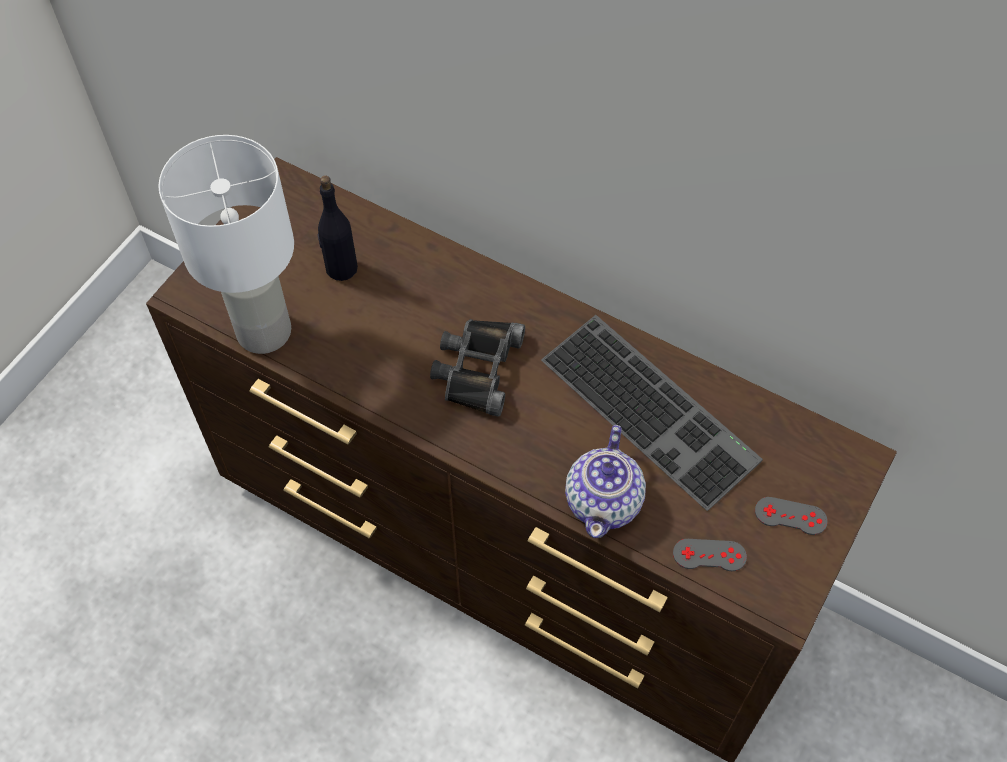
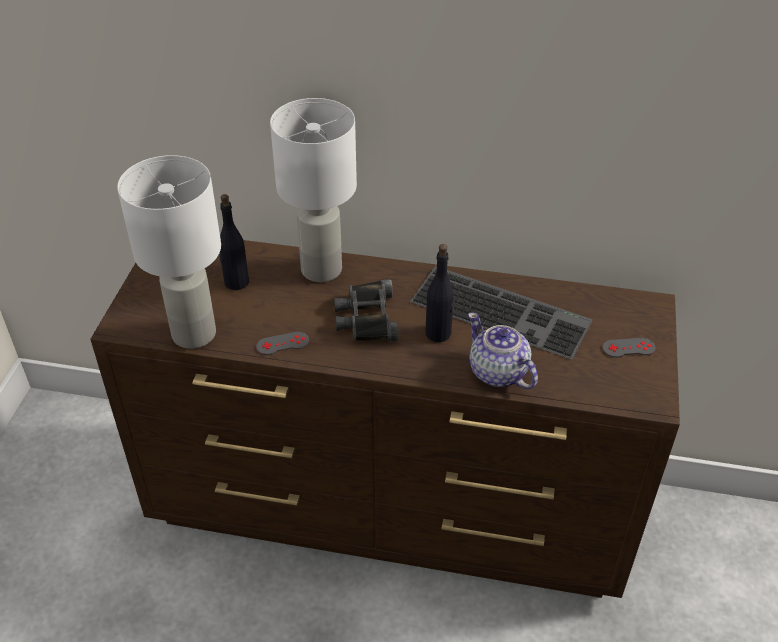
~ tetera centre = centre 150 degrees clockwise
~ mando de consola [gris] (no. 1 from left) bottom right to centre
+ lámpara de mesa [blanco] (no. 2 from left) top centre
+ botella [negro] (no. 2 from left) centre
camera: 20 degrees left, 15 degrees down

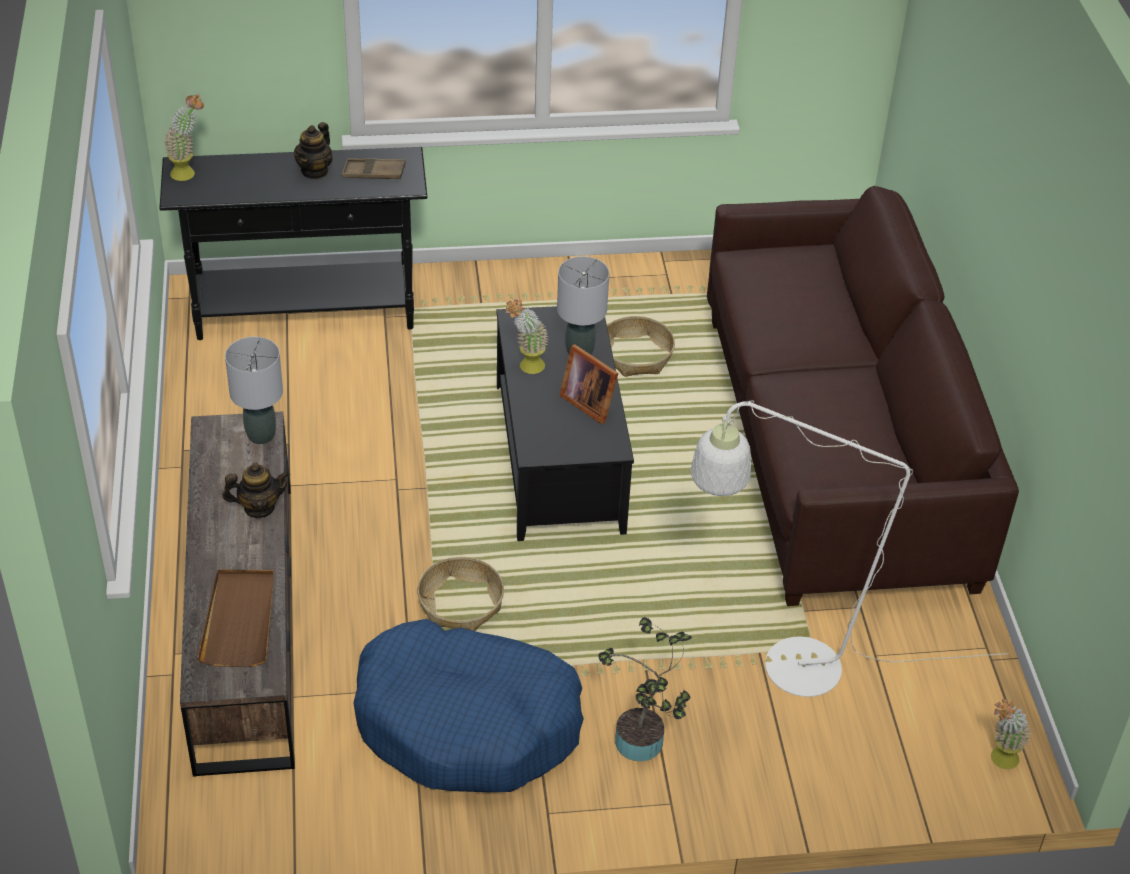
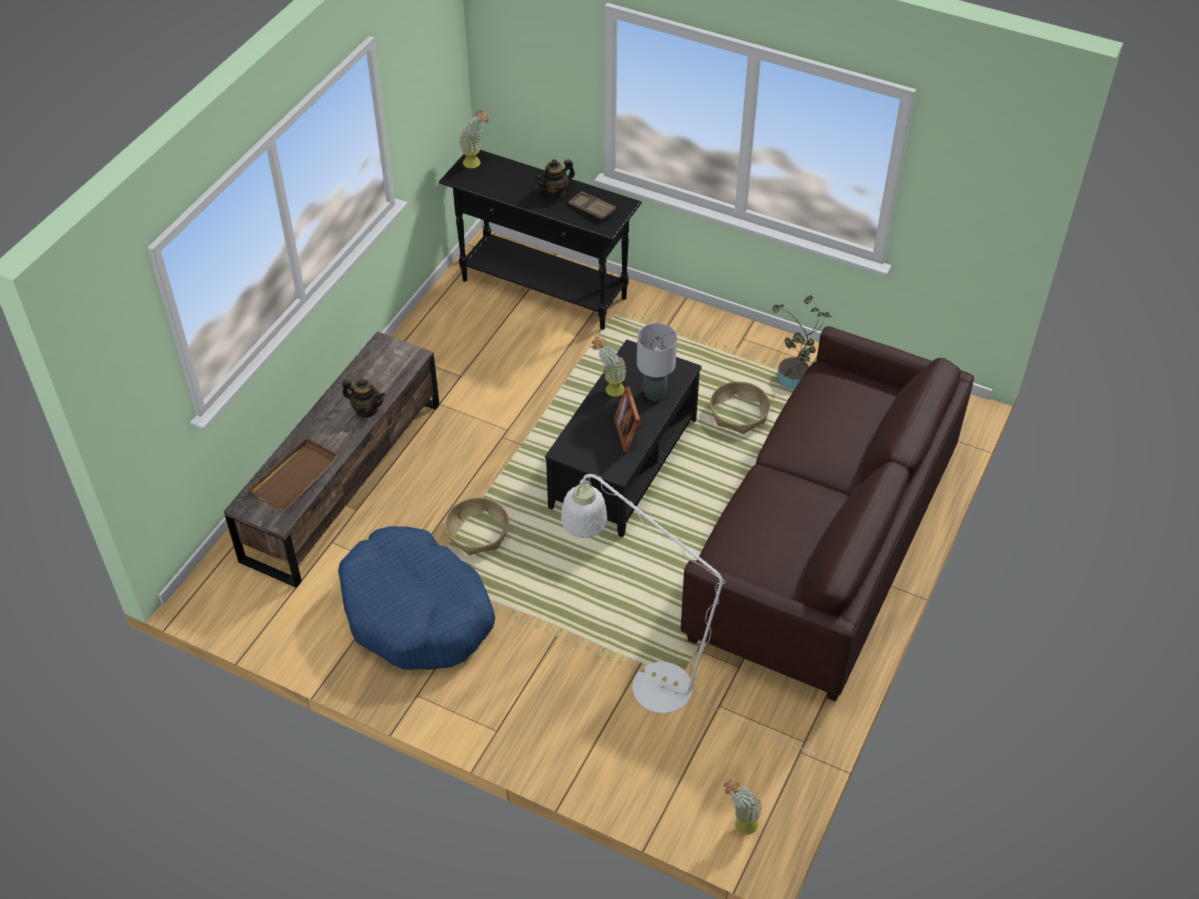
- lámpara de mesa [gris] (no. 1 from left) middle left
~ planta en maceta (no. 3 from left in the first image) bottom centre to planta en maceta (no. 4 from left) middle right
camera: 35 degrees right, 5 degrees up

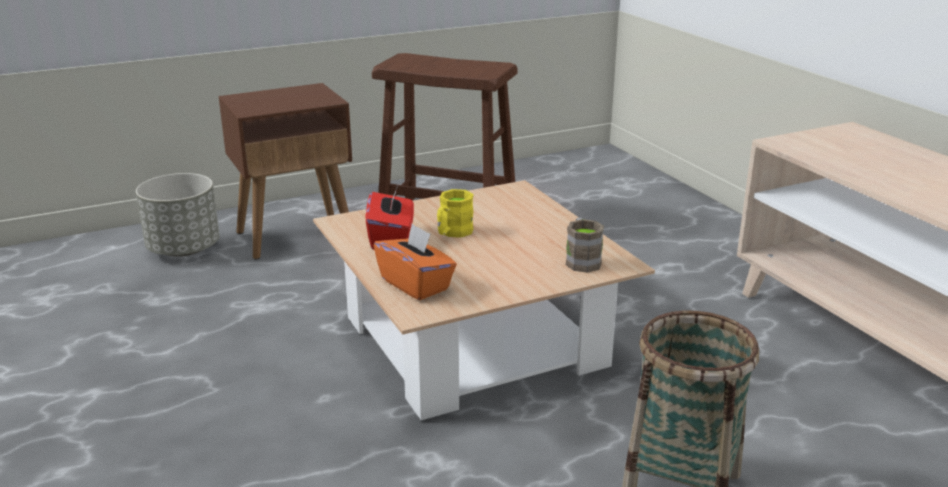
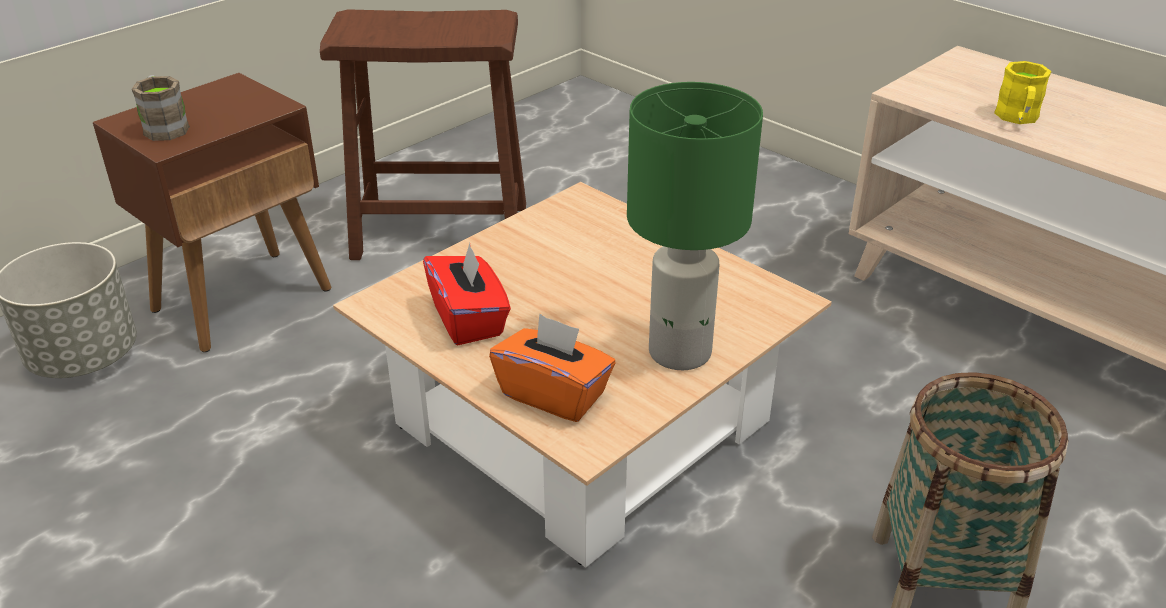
~ taza grande [amarillo] centre to top right
~ taza grande [marrón] centre to top left
+ lámpara de mesa [verde] centre
camera: 20 degrees left, 10 degrees up

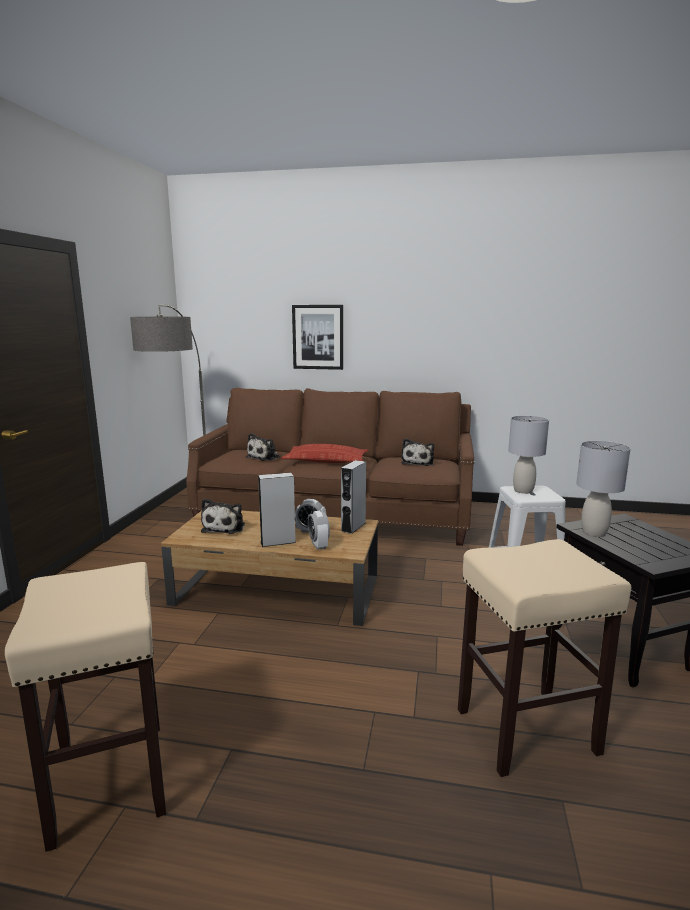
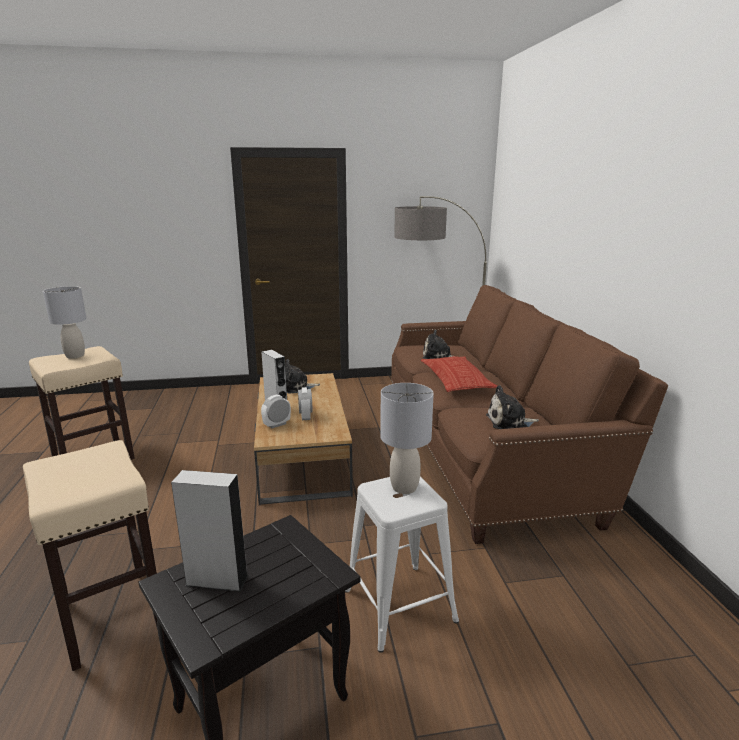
- cuadro centre
~ lámpara de mesa [gris] (no. 2 from left in the first image) middle right to lámpara de mesa [gris] (no. 1 from left) middle left
~ altavoz [gris] (no. 2 from left in the first image) centre to altavoz [gris] (no. 1 from left) bottom left
camera: 70 degrees right, 5 degrees up

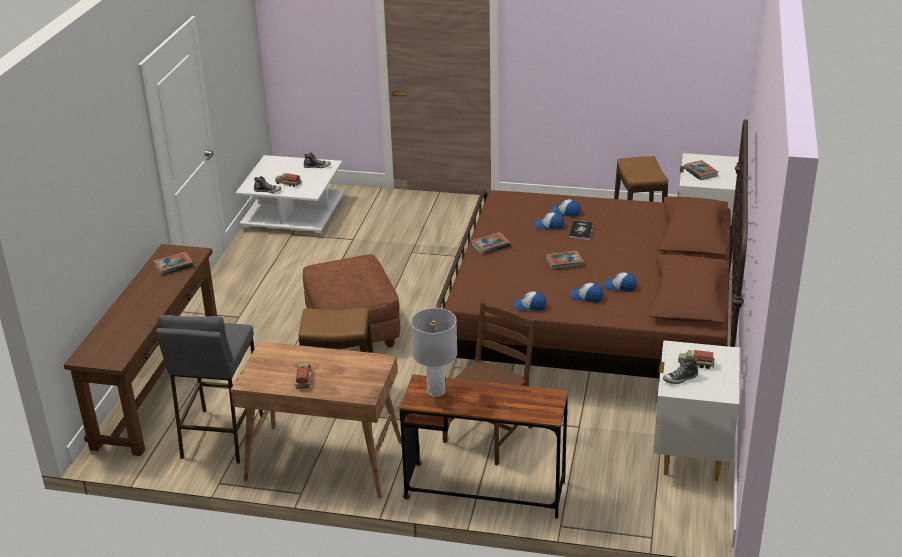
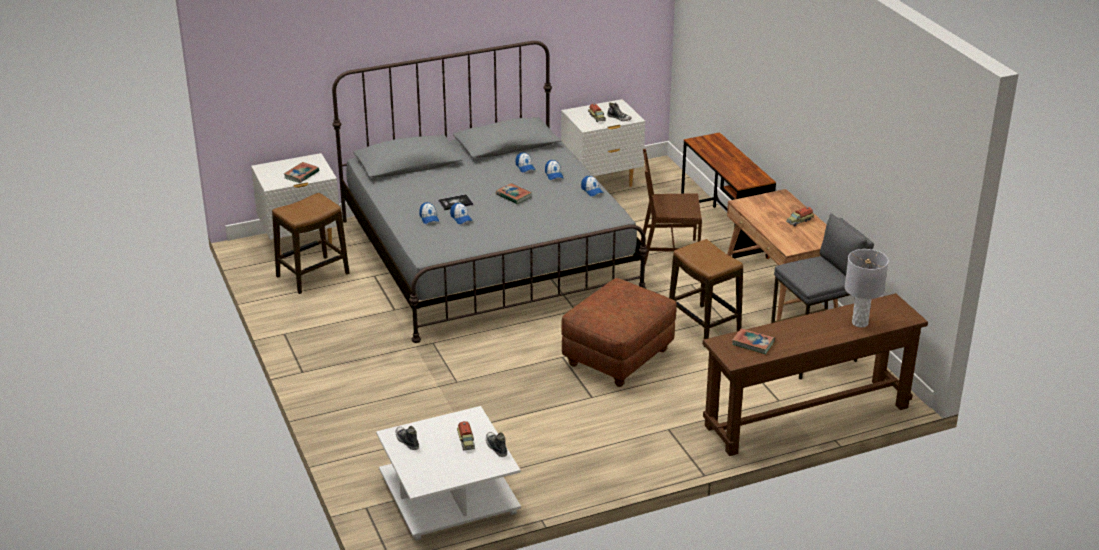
~ cama [marrón] centre to cama [gris] centre
- libro (no. 2 from left) centre
~ lámpara de mesa [gris] centre to middle right
camera: 125 degrees left, 0 degrees up

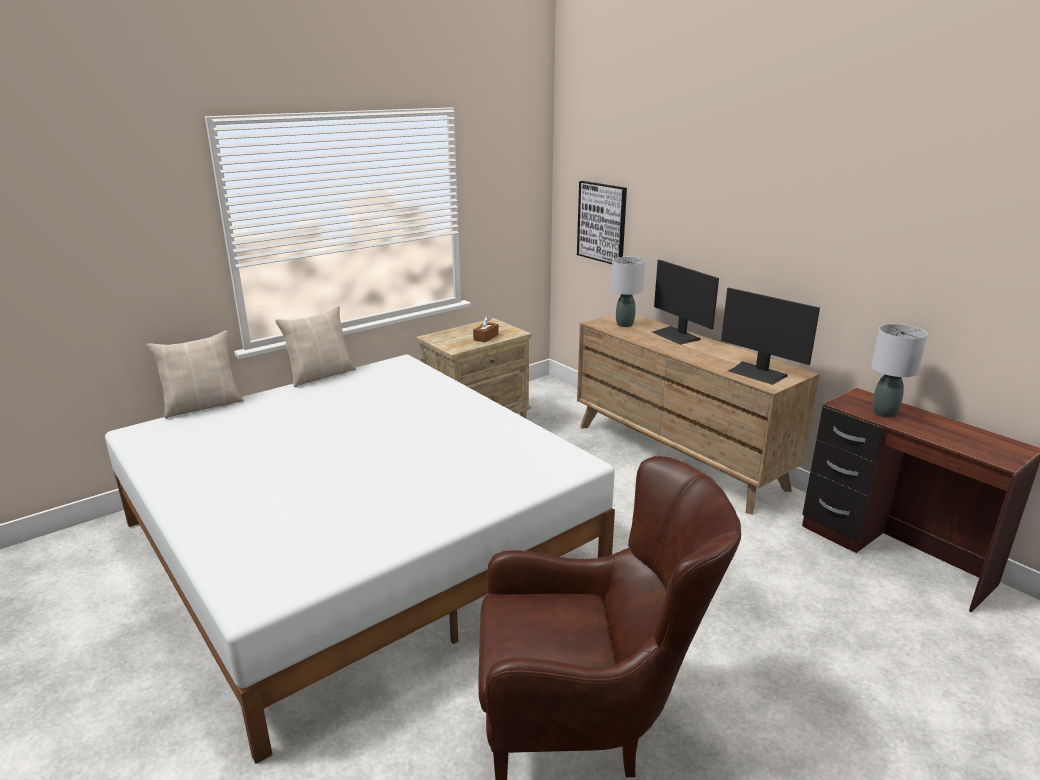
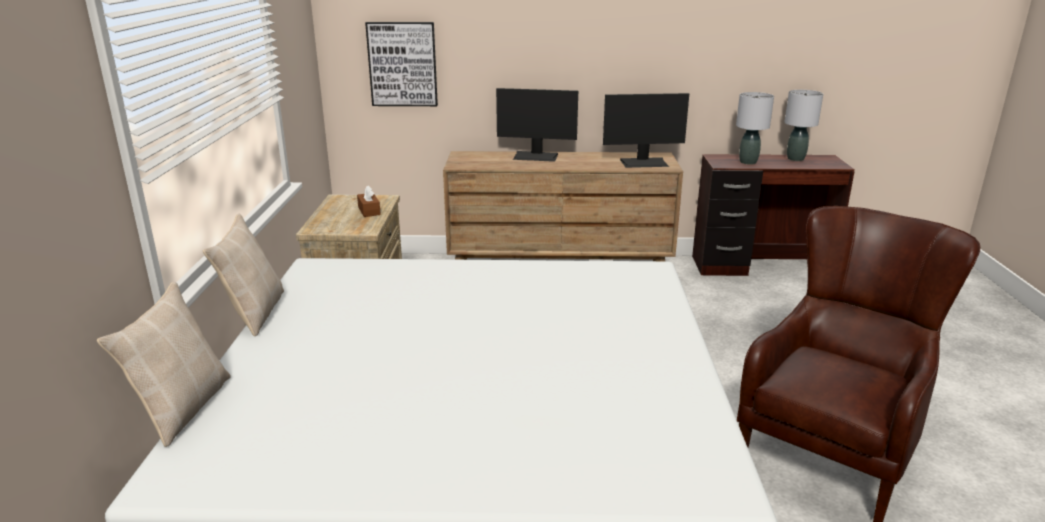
~ lámpara de mesa [gris] (no. 1 from left in the first image) centre to lámpara de mesa [gris] (no. 2 from left) top right
camera: 50 degrees left, 0 degrees up

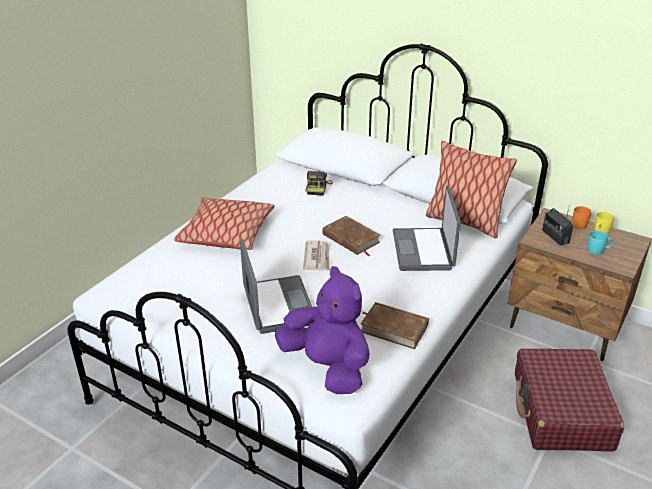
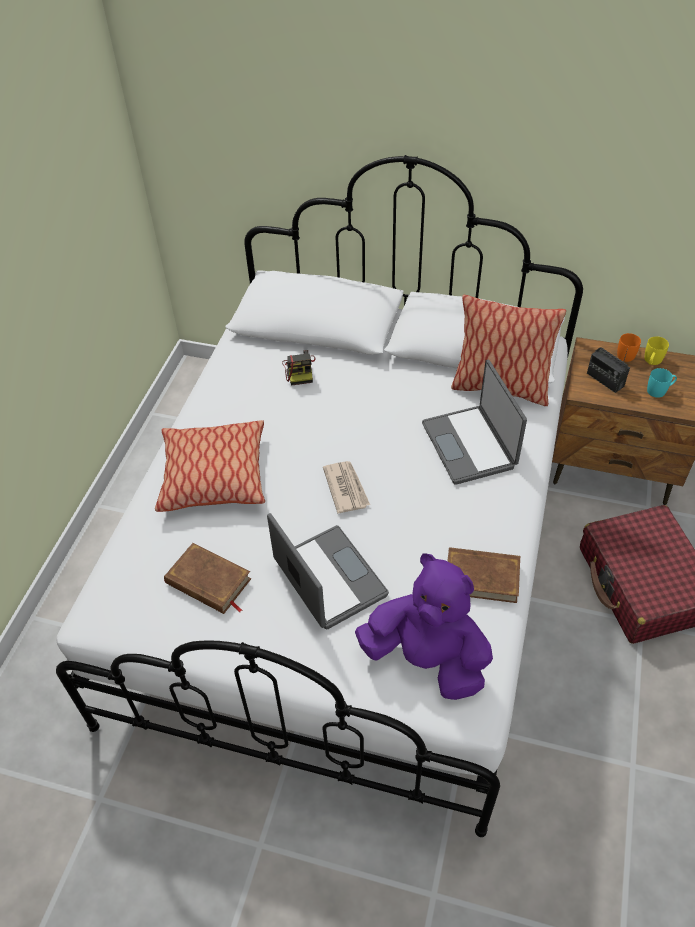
~ libro [marrón] (no. 1 from left) centre to middle left
camera: 15 degrees left, 15 degrees up

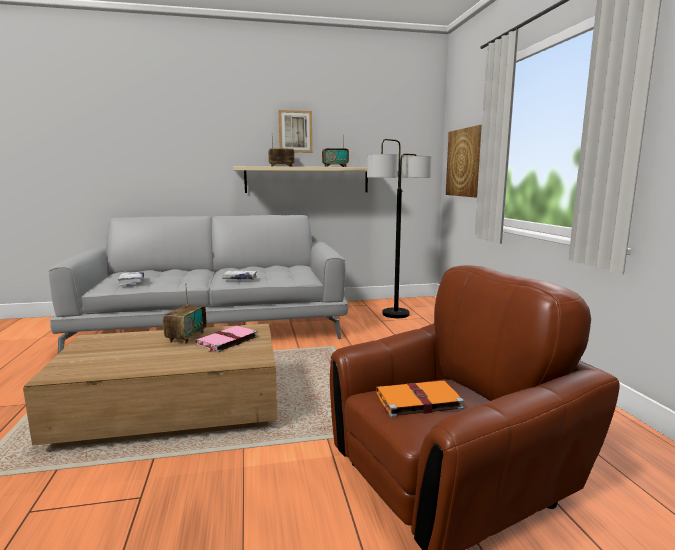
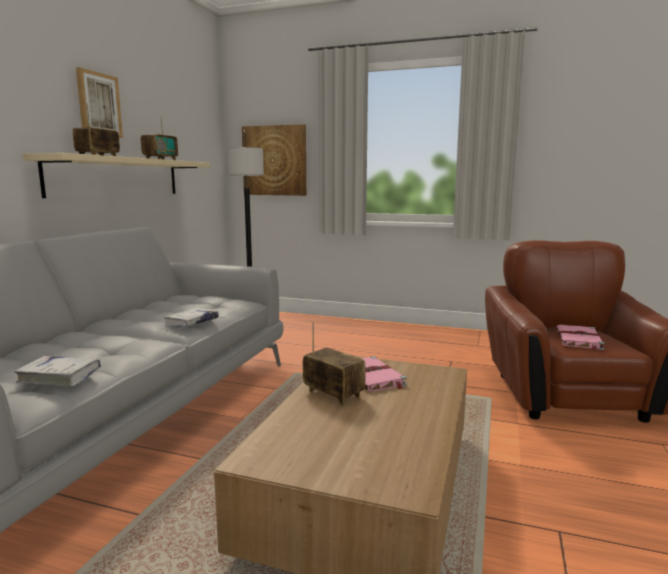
~ libro [naranja] bottom centre to libro [rosa] (no. 2 from left) middle right
camera: 60 degrees left, 0 degrees up

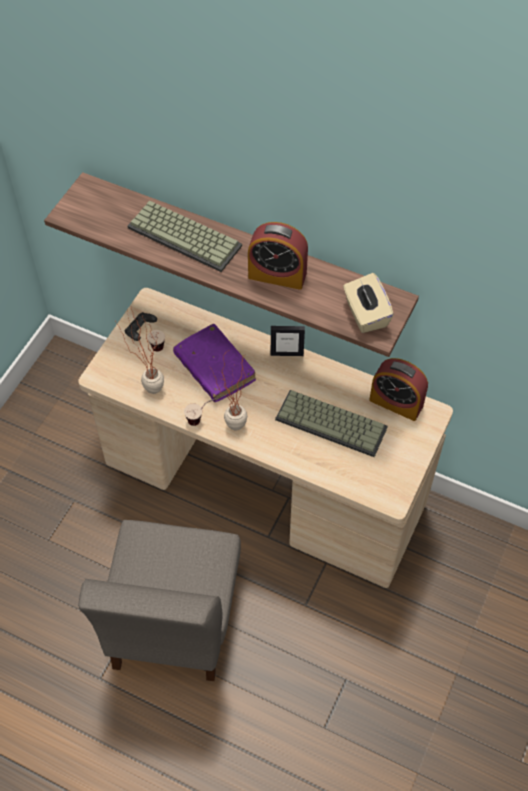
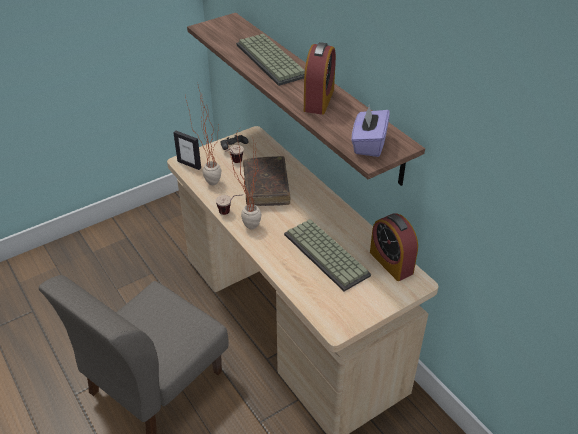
~ despertador (no. 1 from left) top centre = top centre 120 degrees counterclockwise
~ caja de pañuelos [beis] middle right to caja de pañuelos [morado] top centre
~ libro [morado] centre to libro [marrón] centre
~ portarretratos centre to middle left
camera: 30 degrees right, 15 degrees down

